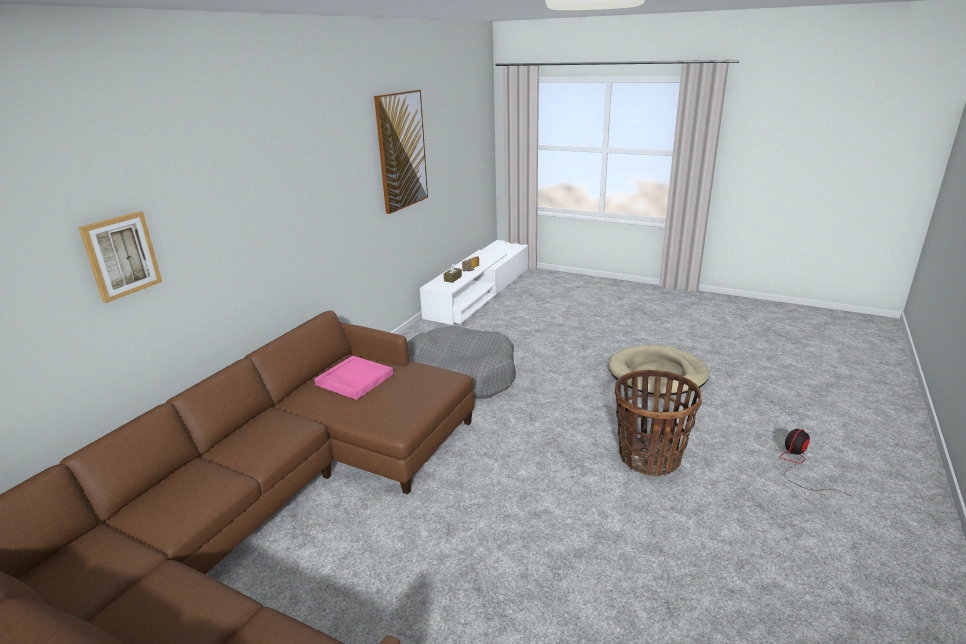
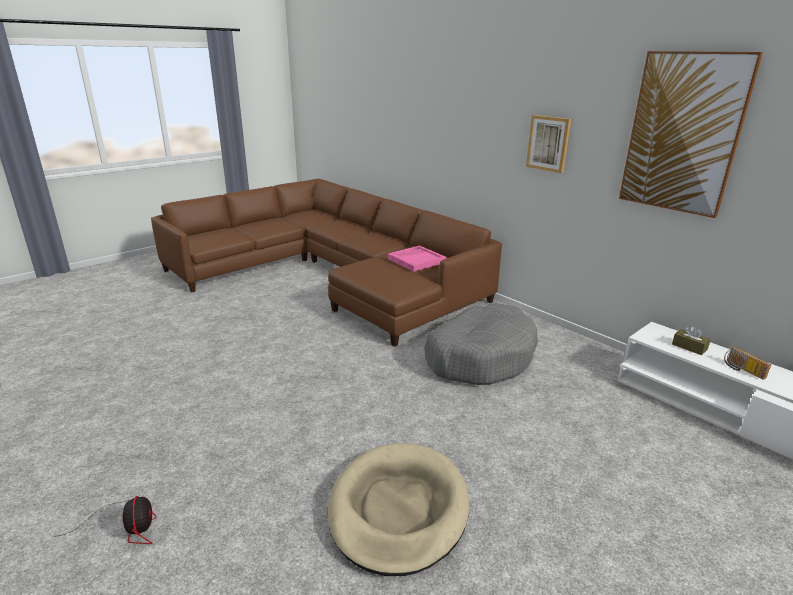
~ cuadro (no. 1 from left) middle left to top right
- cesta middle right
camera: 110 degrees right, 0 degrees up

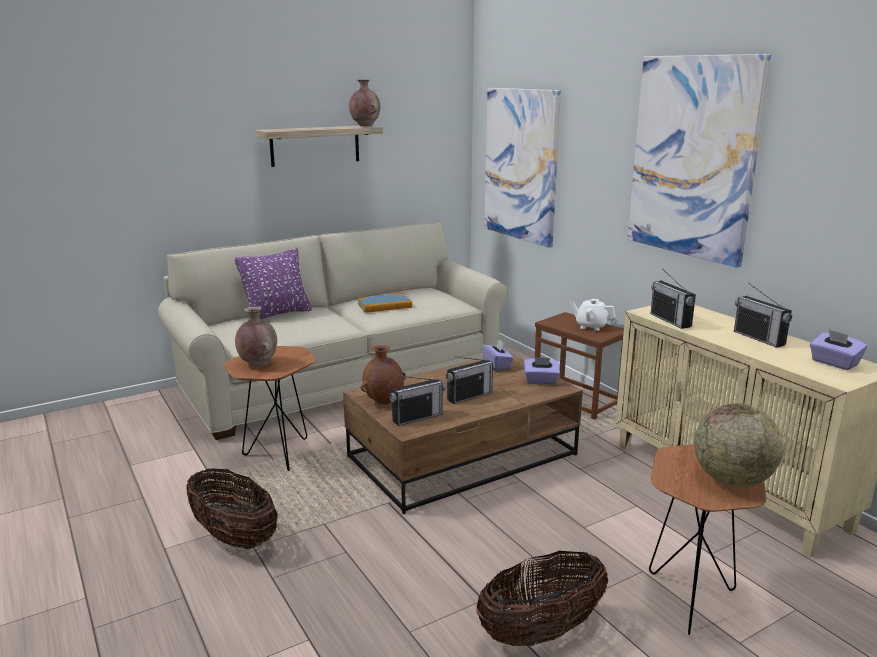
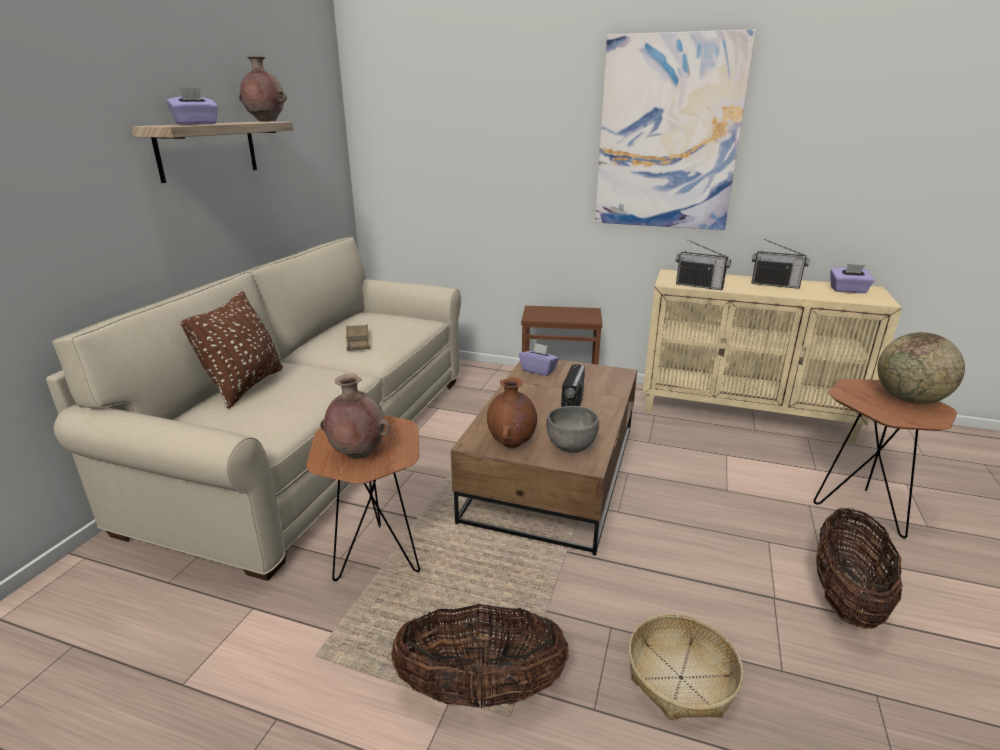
- cuadro (no. 1 from left) top centre
~ cojín [morado] middle left to cojín [marrón] middle left
~ libro centre to bandeja [marrón] centre
- tetera [blanco] middle right
~ caja de pañuelos [morado] (no. 2 from left in the first image) centre to caja de pañuelos [morado] (no. 1 from left) top left
~ radio (no. 1 from left) centre to cuenco [gris] centre
+ cesta (no. 2 from left) bottom right
camera: 40 degrees left, 5 degrees up

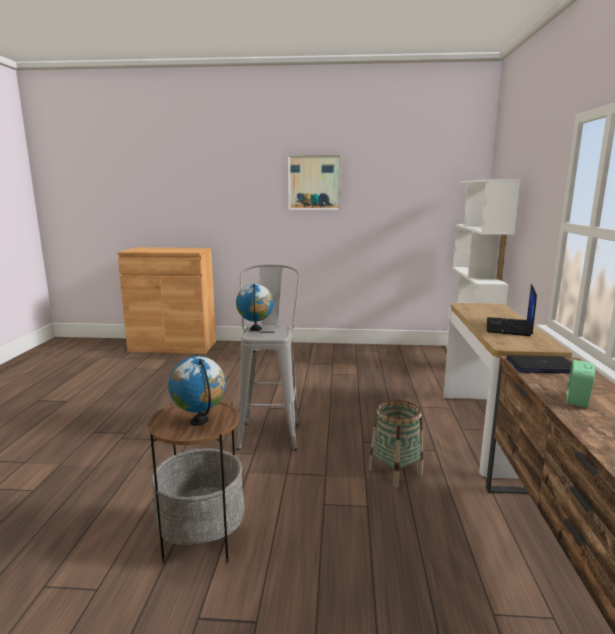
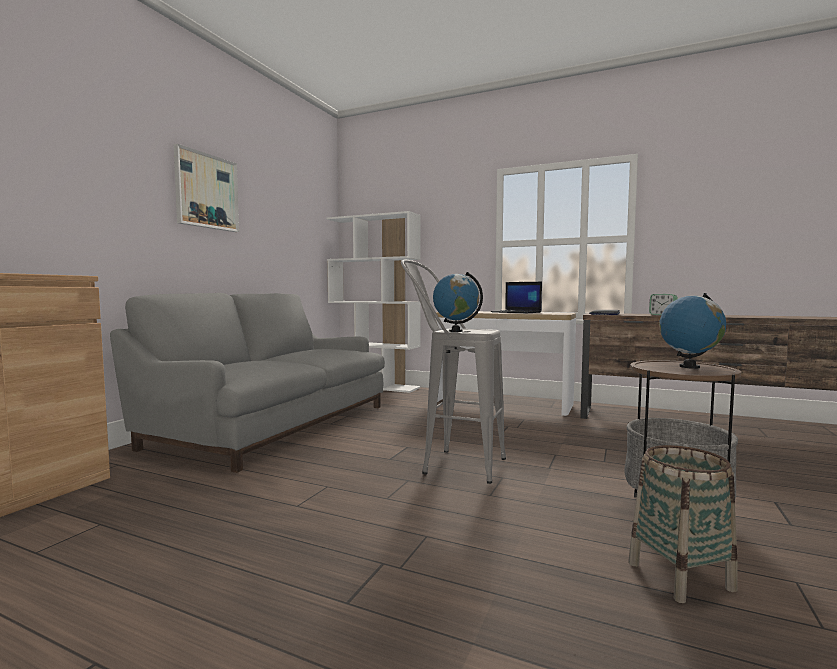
~ cesta bottom centre to bottom right
+ sofá [gris] middle left
camera: 70 degrees left, 10 degrees down

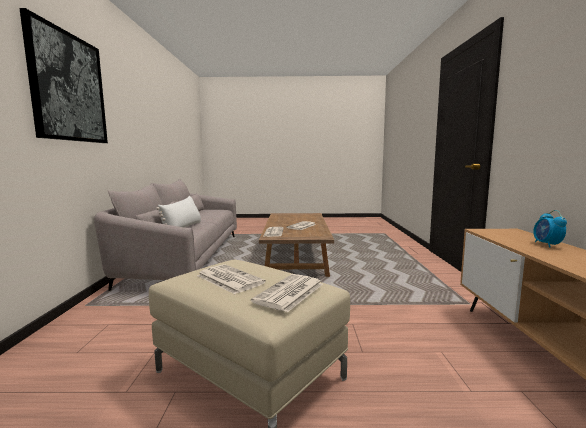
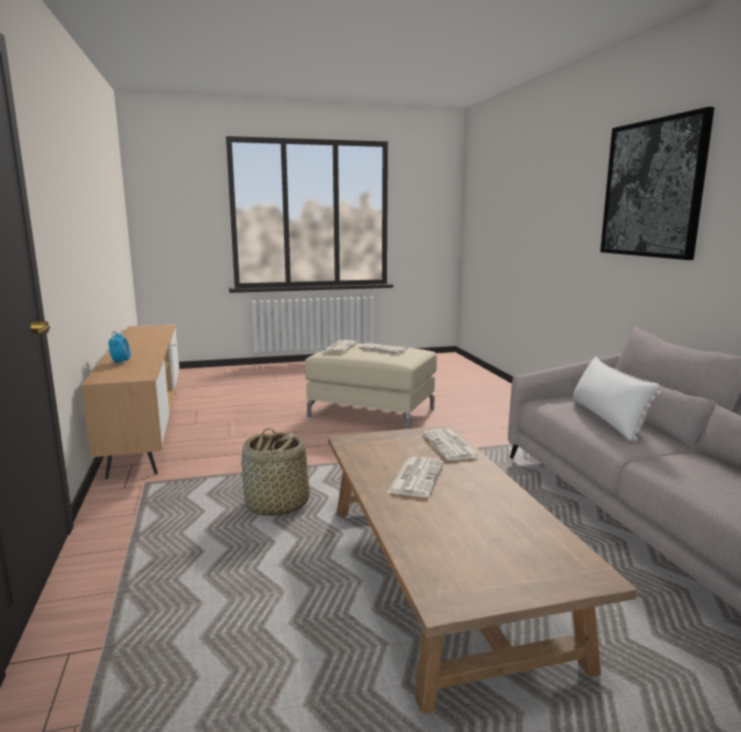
+ cesta centre
camera: 165 degrees right, 5 degrees up

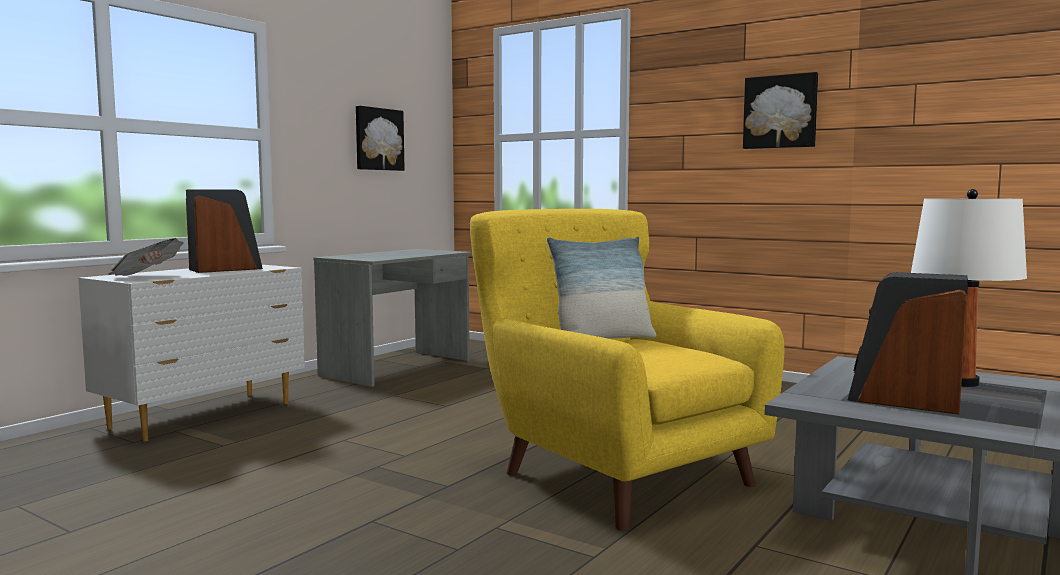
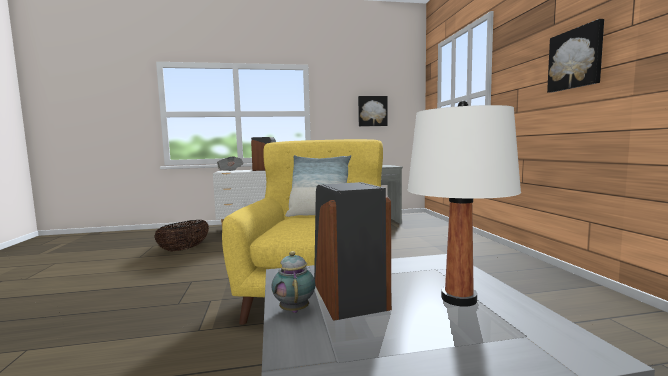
+ cesta middle left
+ tetera bottom centre
camera: 45 degrees right, 0 degrees up

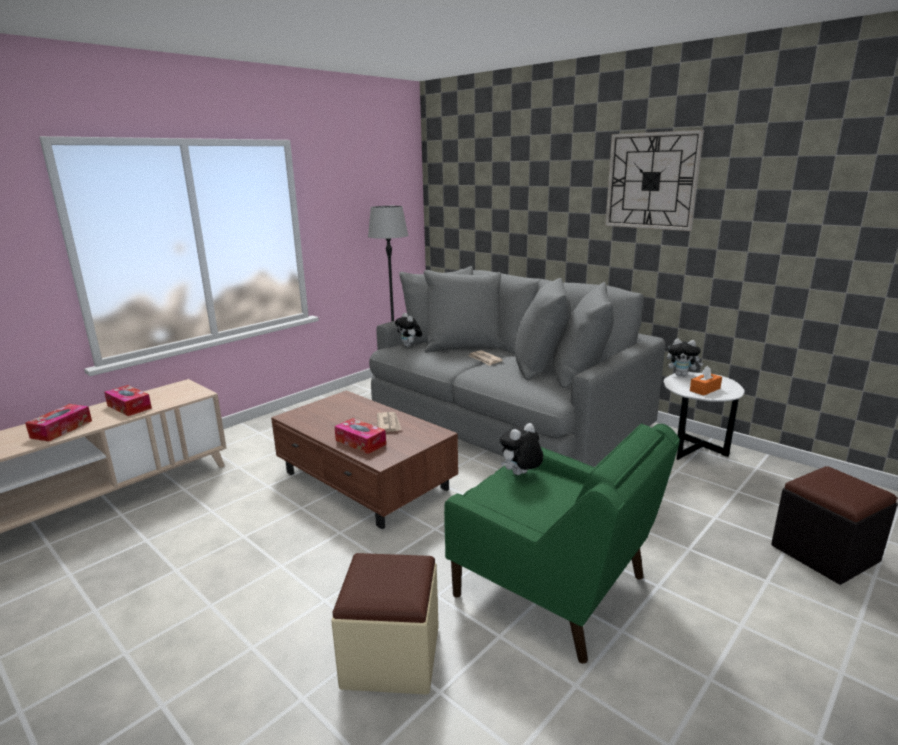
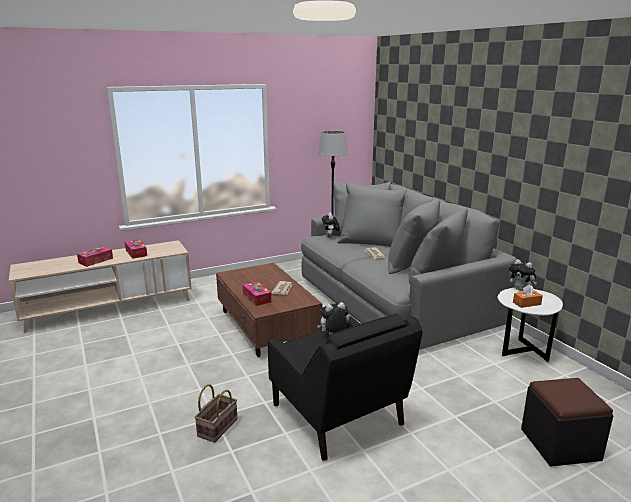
- reloj de pared top right
~ sillón [verde] bottom centre to sillón [negro] bottom centre
~ puf [beis] bottom centre to cesta bottom centre
camera: 20 degrees right, 0 degrees up

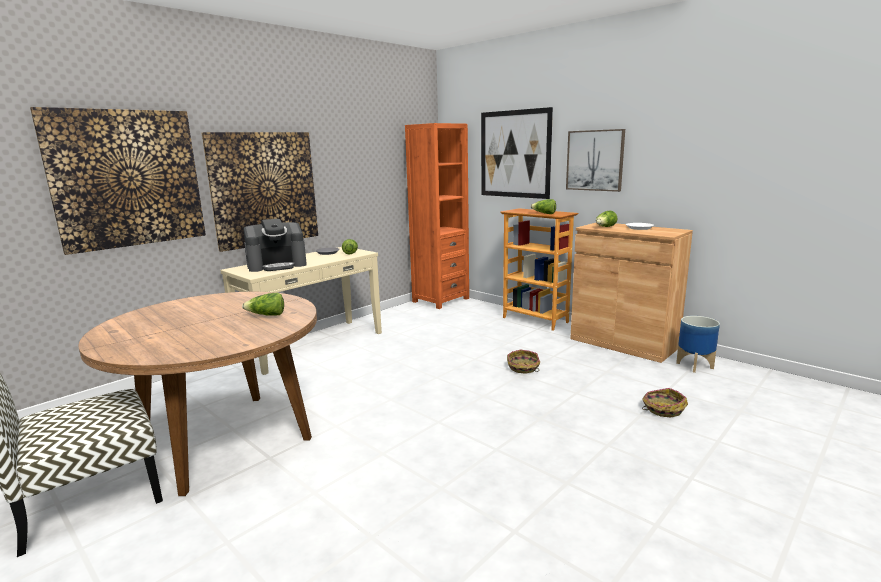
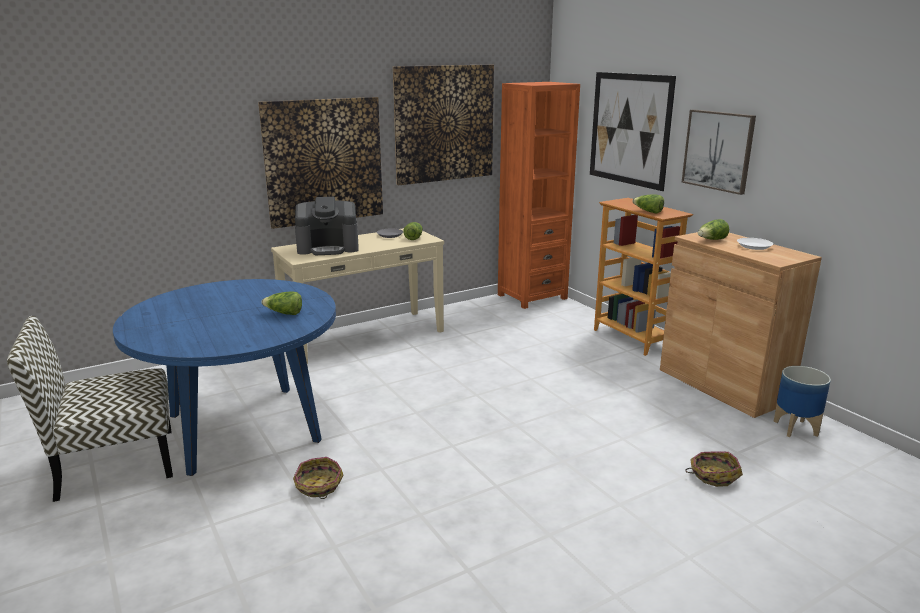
~ cuadro (no. 1 from left in the first image) top left to cuadro (no. 2 from left) top centre
~ mesa de comedor [marrón] bottom left to mesa de comedor [azul] middle left
~ cesta (no. 1 from left) centre to bottom centre
camera: 15 degrees right, 5 degrees up

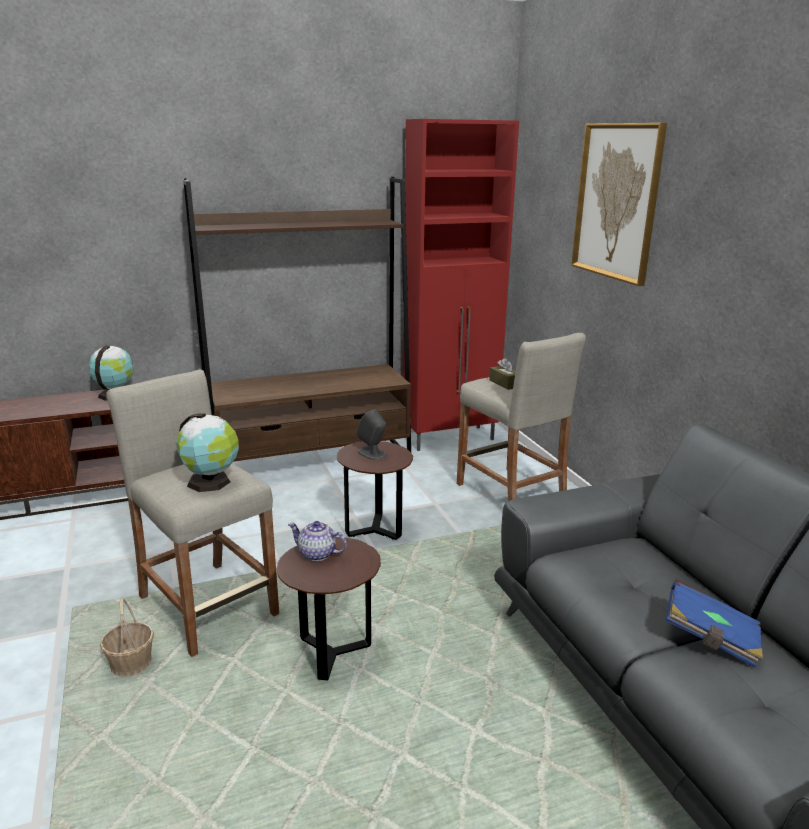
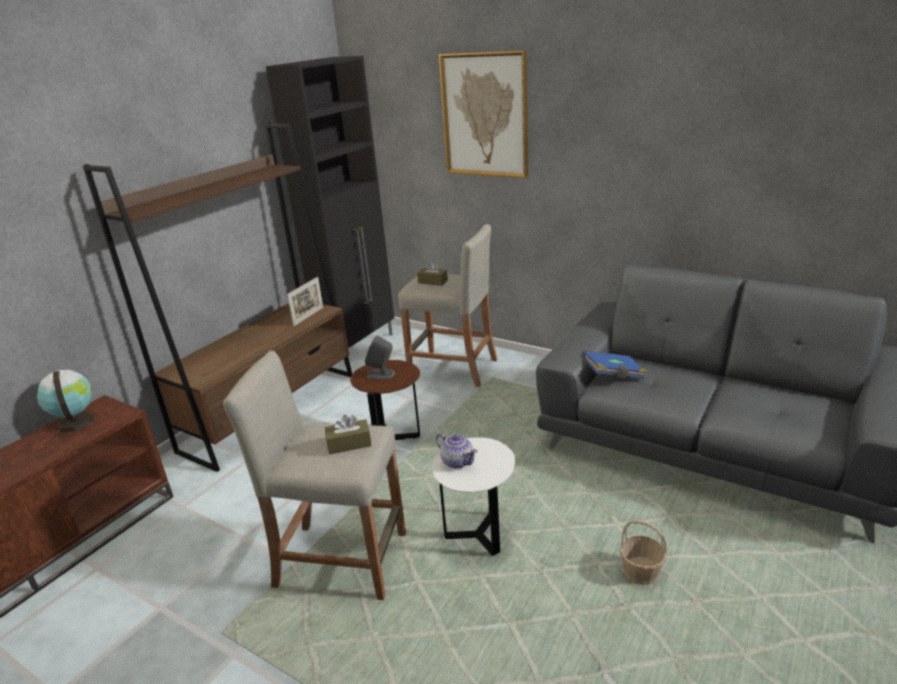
~ armario [rojo] centre to armario [negro] top centre
~ globo terráqueo (no. 2 from left) middle left to caja de pañuelos [marrón] (no. 1 from left) centre
~ tetera centre = centre 120 degrees counterclockwise
~ mesa auxiliar [marrón] (no. 1 from left) bottom centre to mesa auxiliar [blanco] bottom centre
~ libro [azul] bottom right to middle right
~ cesta bottom left to bottom right
+ portarretratos centre
camera: 35 degrees left, 5 degrees up

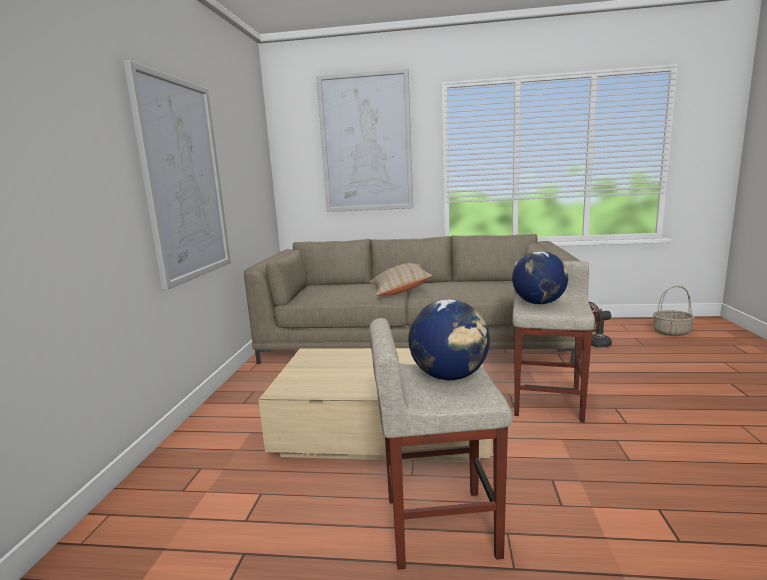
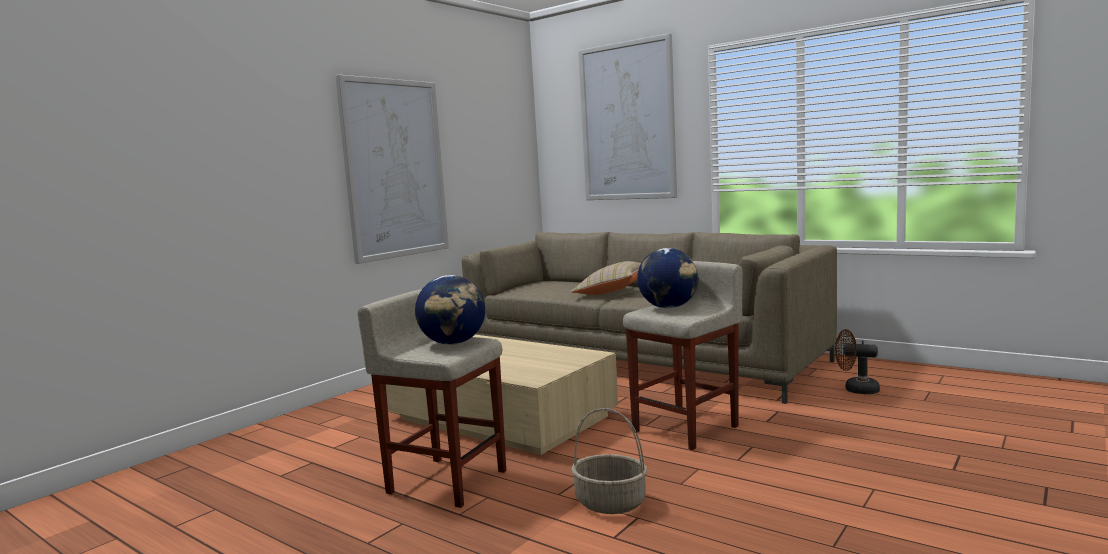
~ cesta middle right to bottom centre
camera: 30 degrees right, 5 degrees down

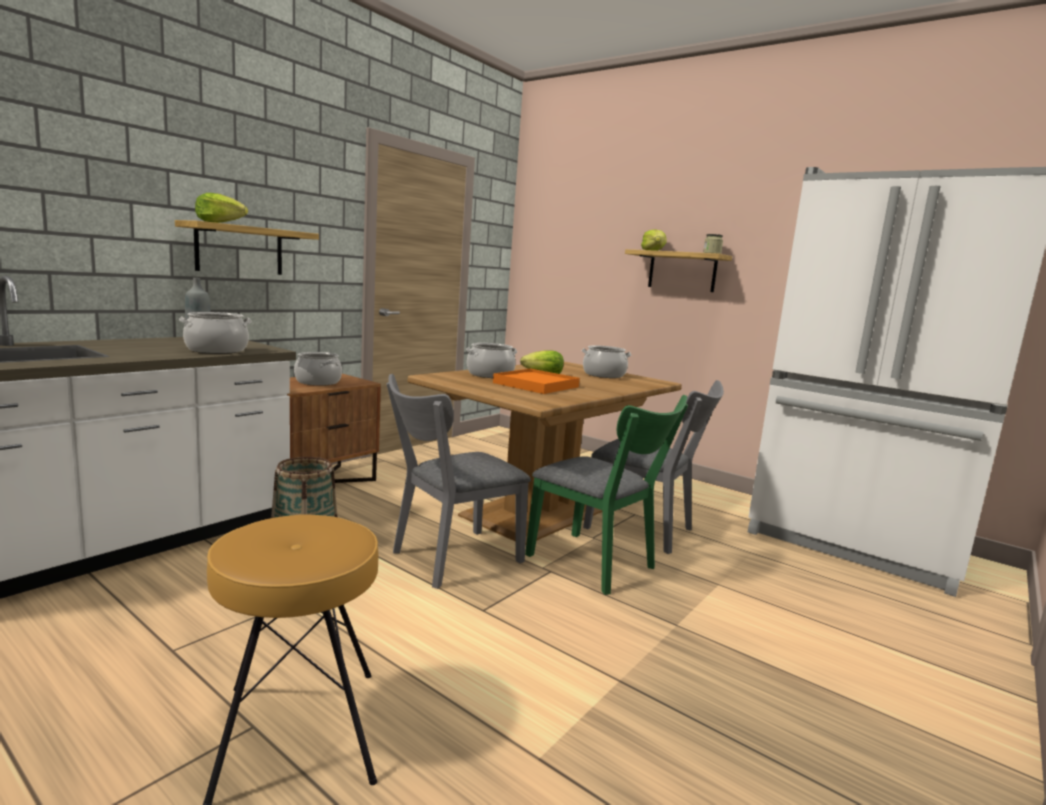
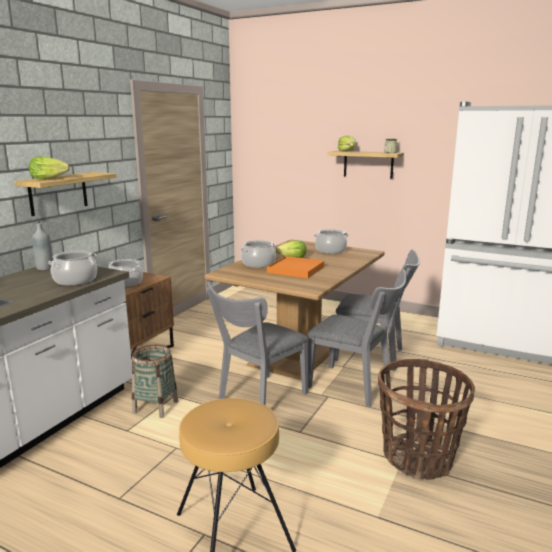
~ silla [verde] centre to silla [gris] (no. 2 from left) centre
+ cesta (no. 2 from left) bottom right
camera: 10 degrees left, 5 degrees up

